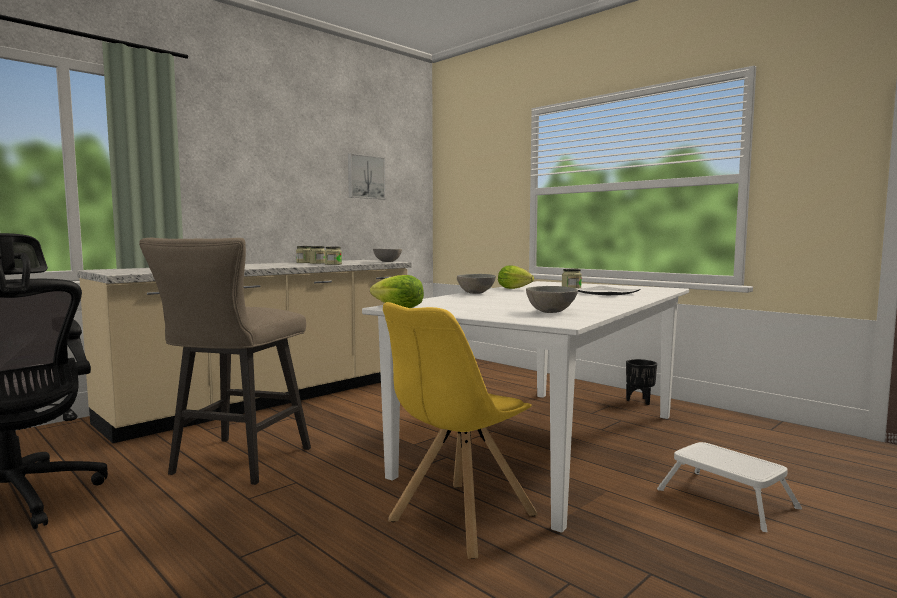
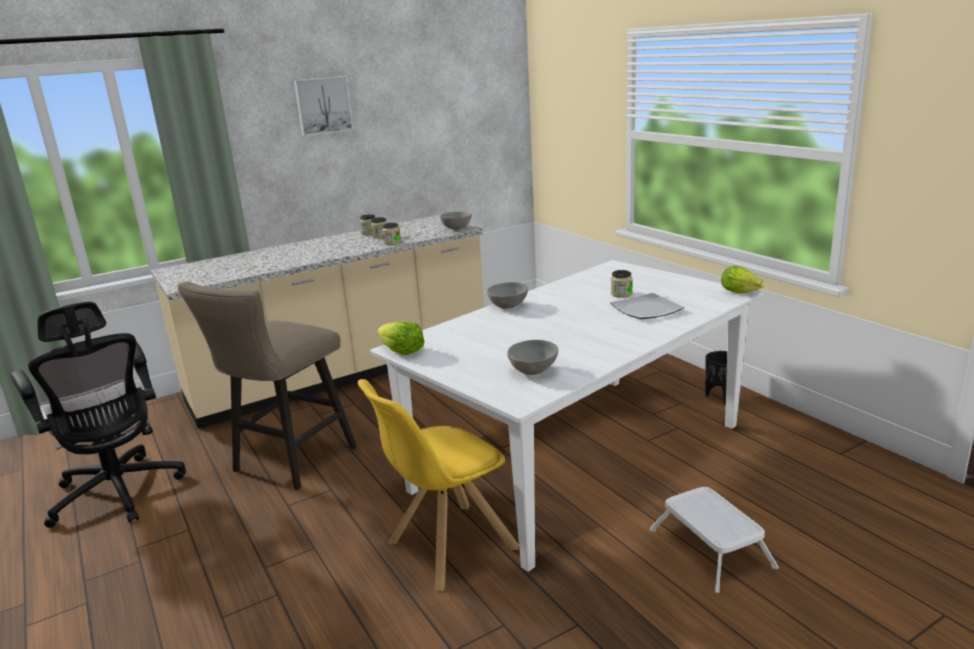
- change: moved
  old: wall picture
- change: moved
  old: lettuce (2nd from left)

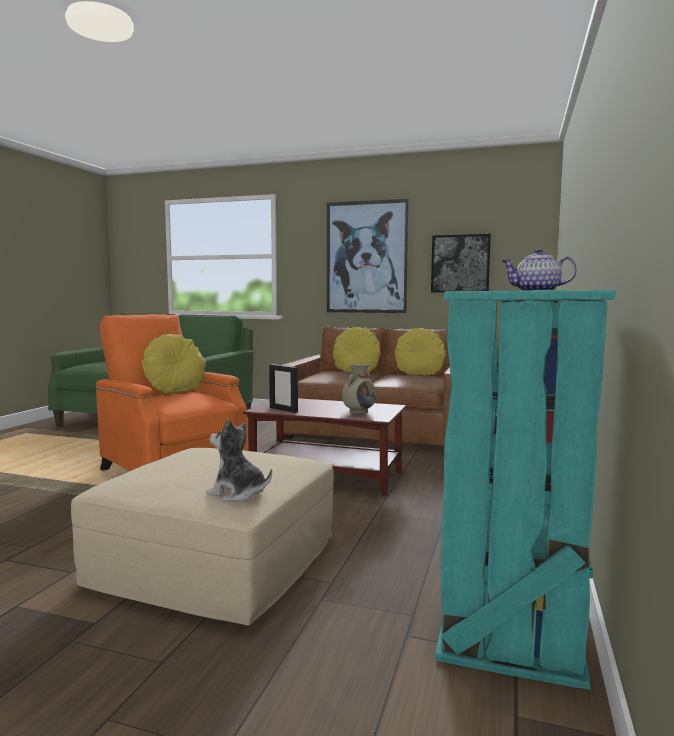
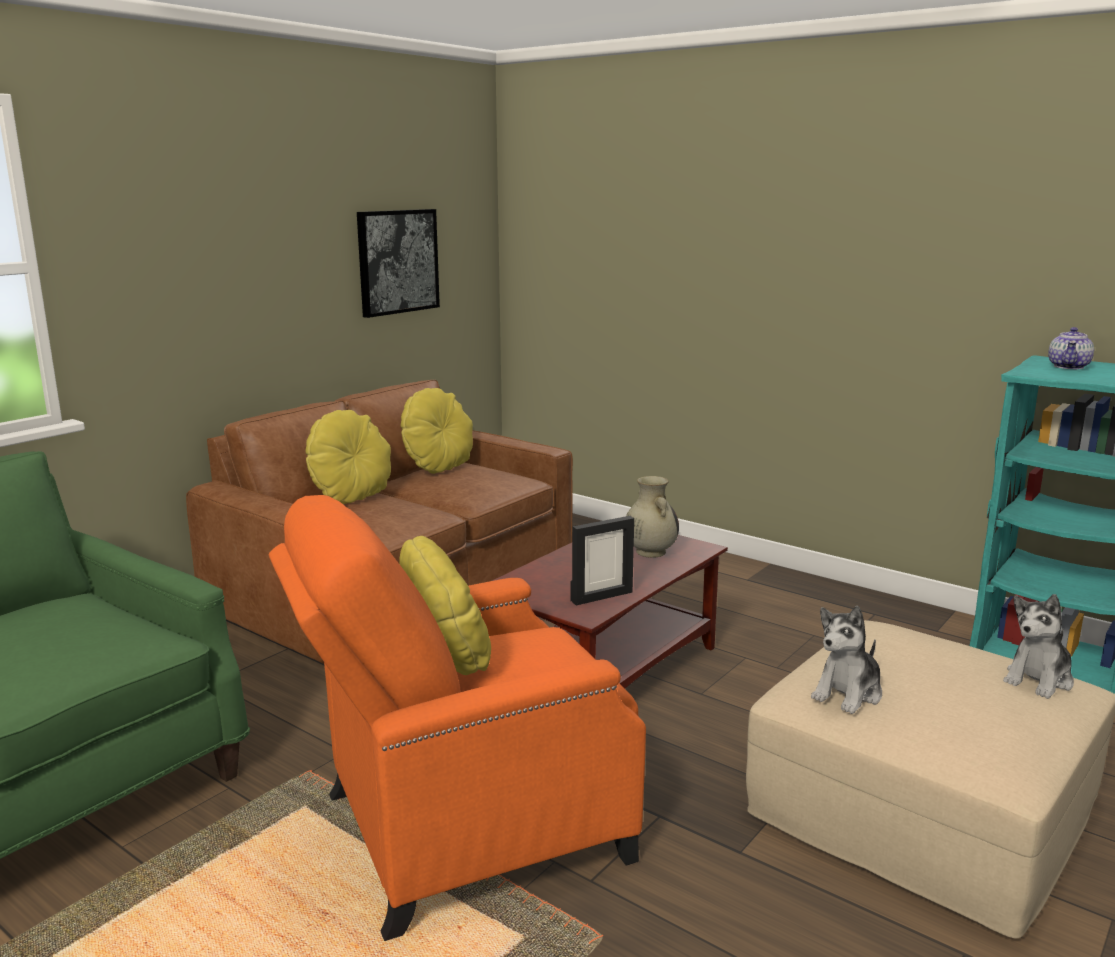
- change: added
  new: cuddly toy (1st from left)
- change: removed
  old: wall picture (1st from left)

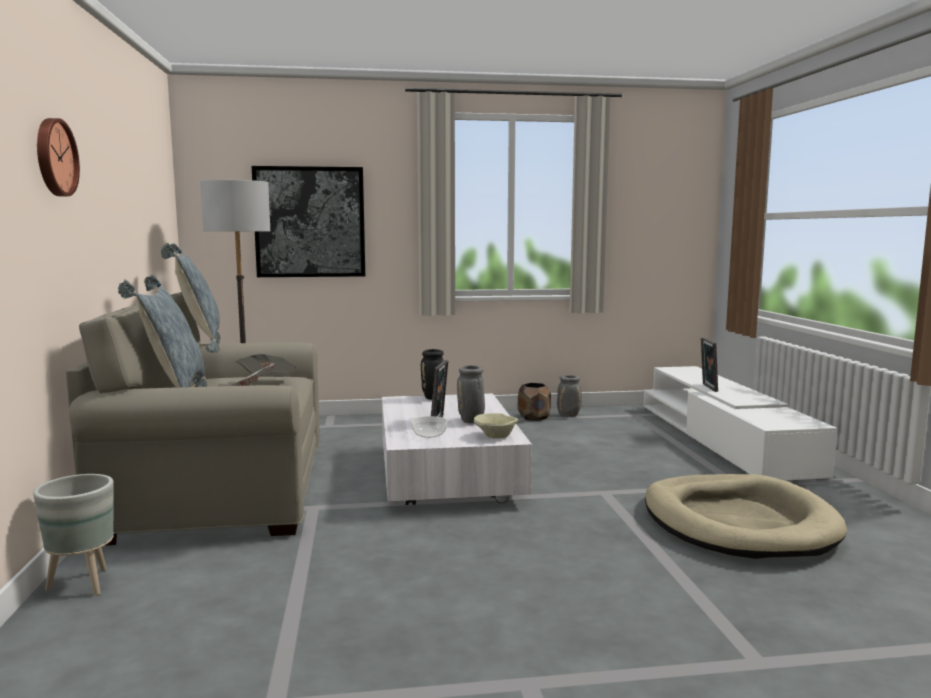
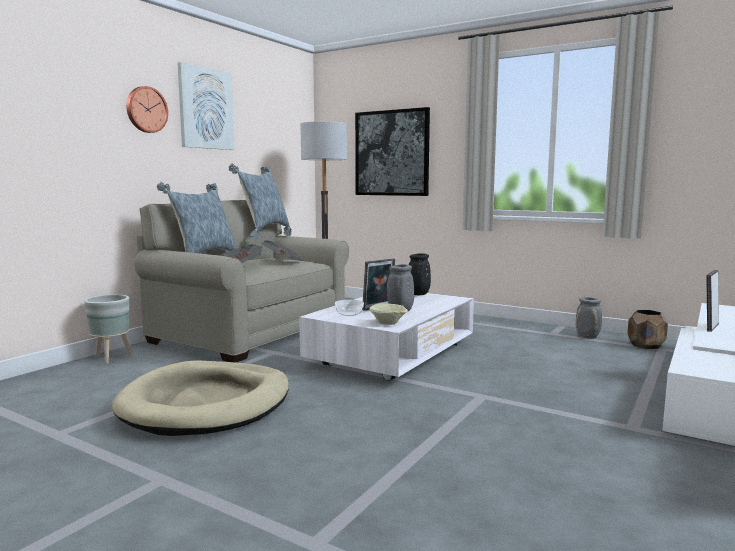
- change: moved
  old: sand-coloured dog bed
- change: added
  new: wall picture (1st from left)
- change: moved
  old: brown planter

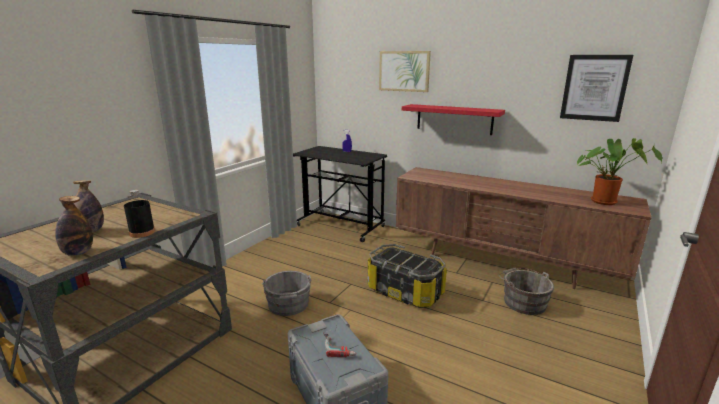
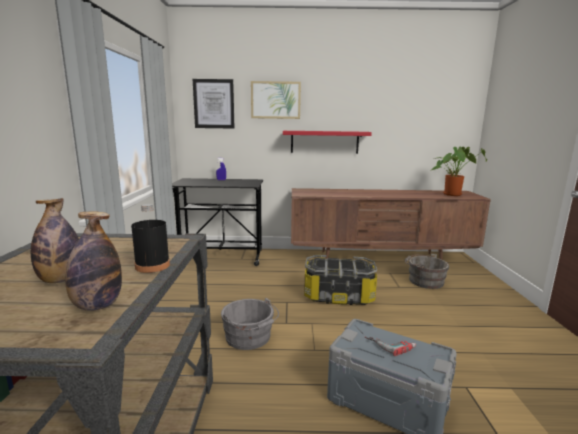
- change: moved
  old: wall picture (2nd from left in the first image)
  new: wall picture (1st from left)

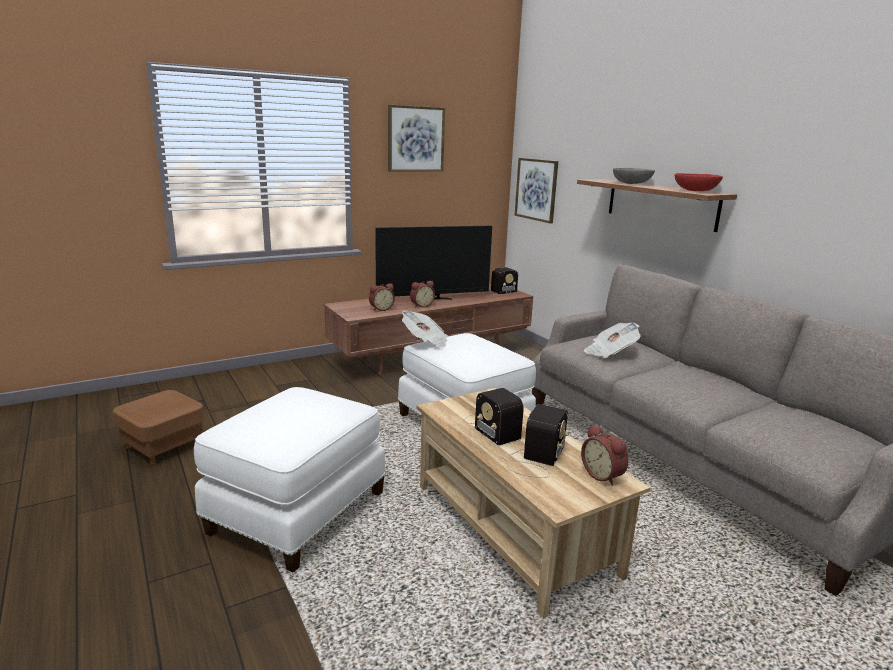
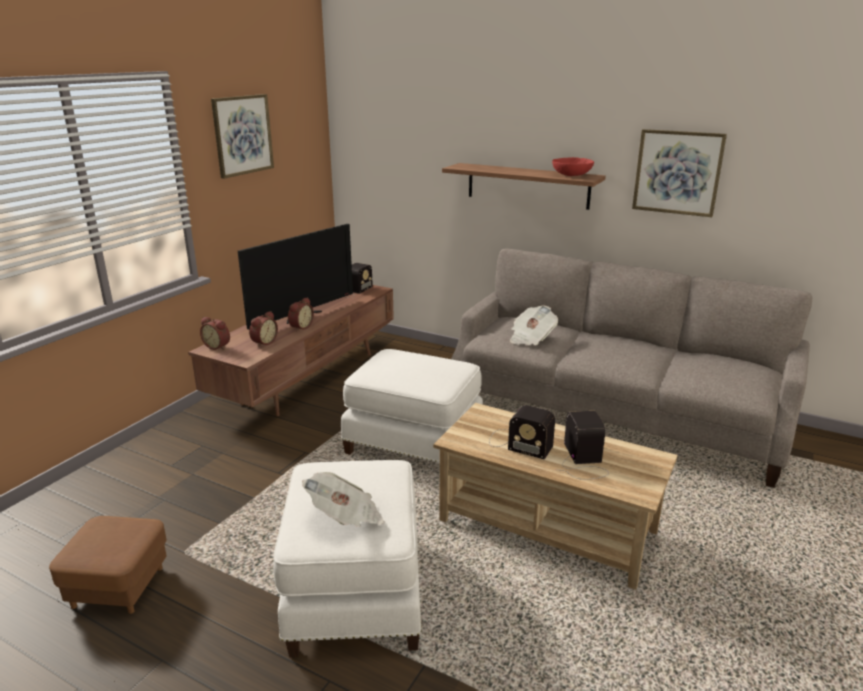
- change: moved
  old: bedside clock (3rd from left in the first image)
  new: bedside clock (1st from left)
- change: moved
  old: newspaper (1st from left)
- change: moved
  old: wall picture (2nd from left)
- change: removed
  old: grey bowl

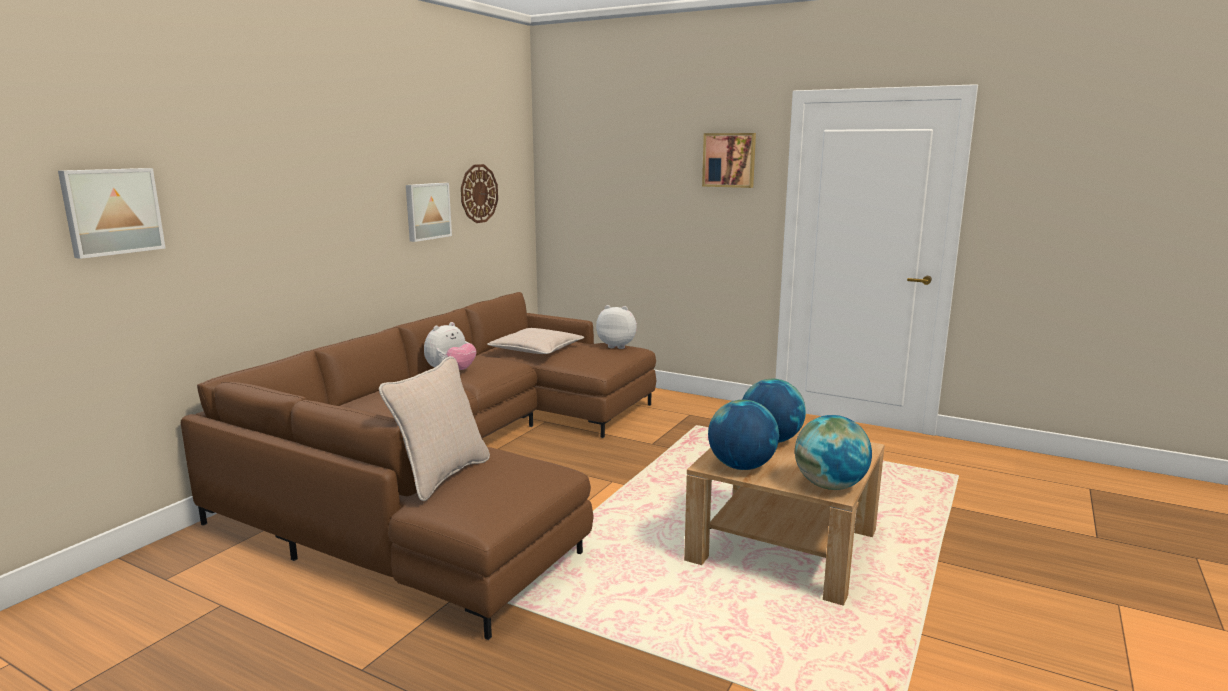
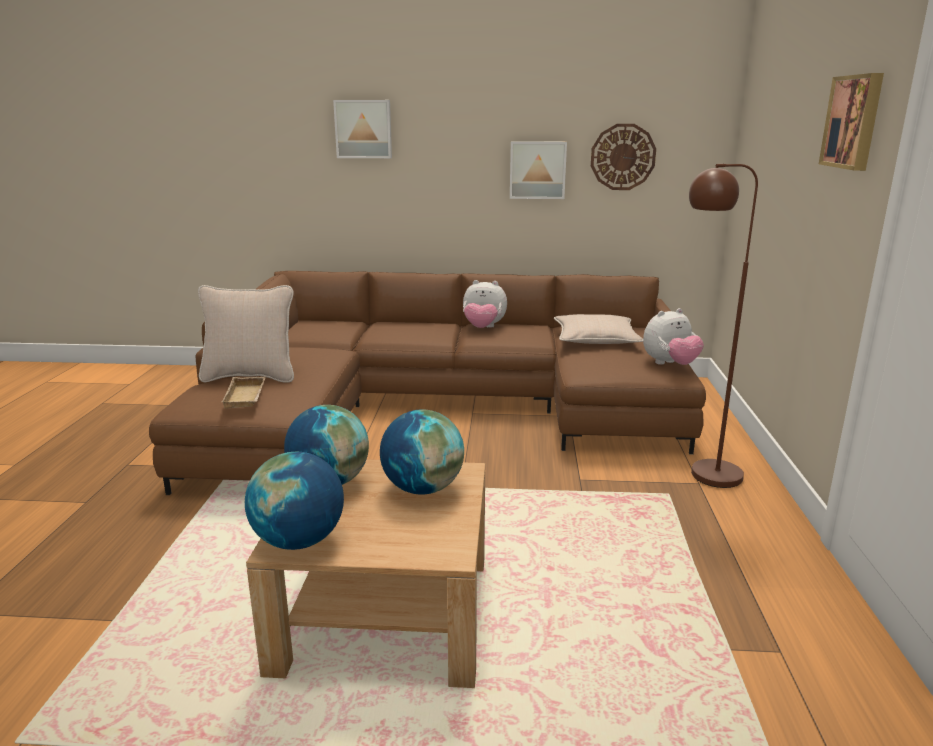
- change: added
  new: sand-coloured serving tray
- change: moved
  old: wall picture (1st from left)
- change: turned
  old: cuddly toy (2nd from left)
  degrees: 75
- change: added
  new: brown floor lamp

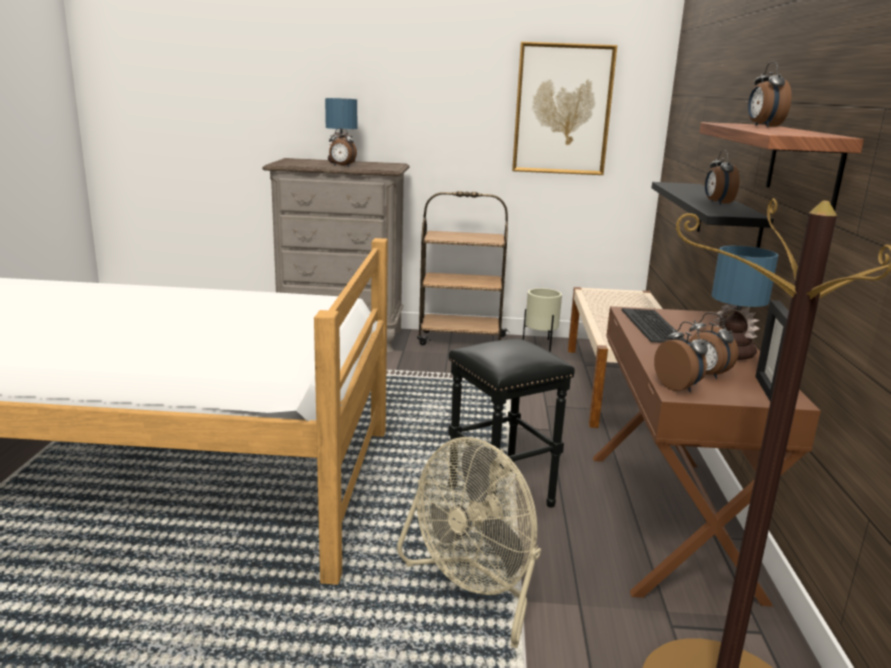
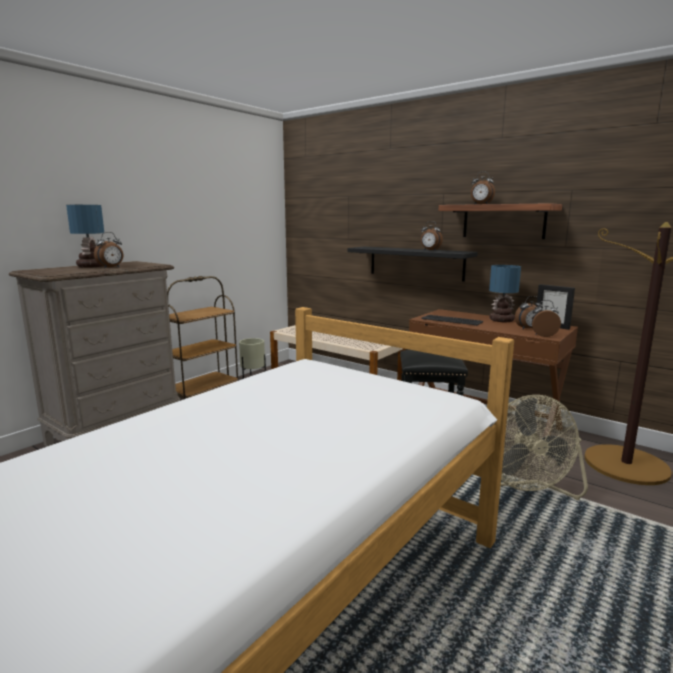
- change: removed
  old: wall picture

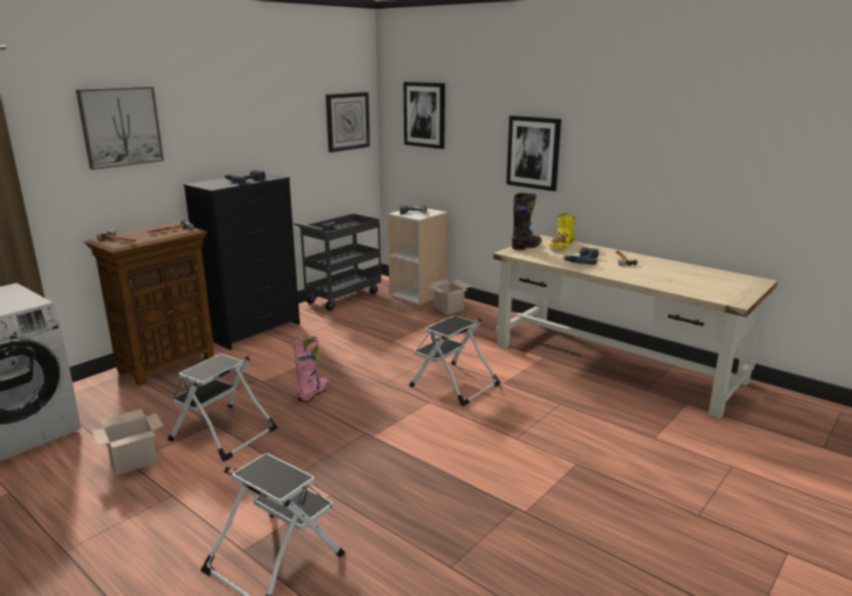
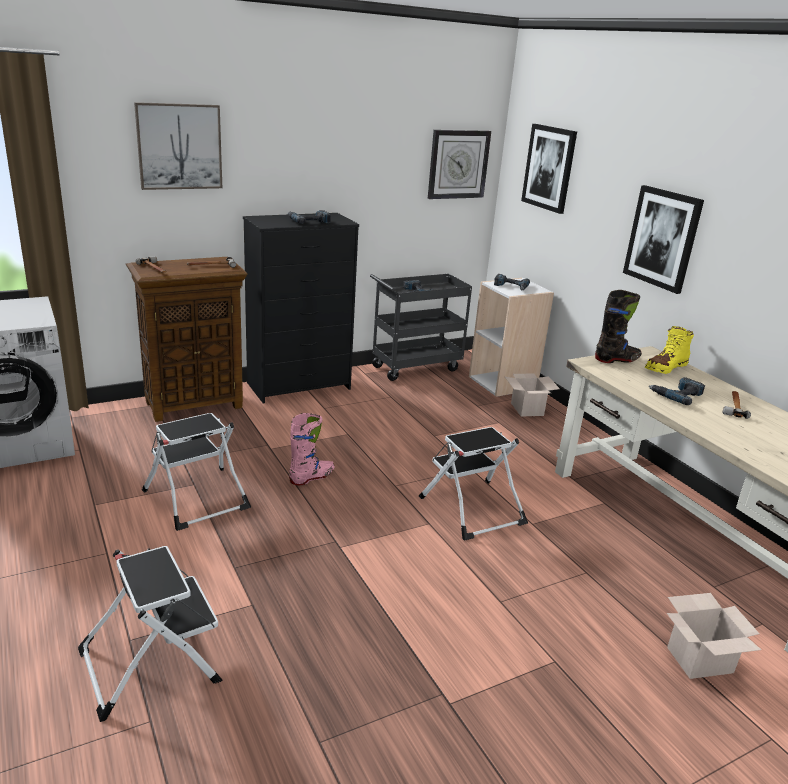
- change: moved
  old: cardboard box (1st from left in the first image)
  new: cardboard box (2nd from left)

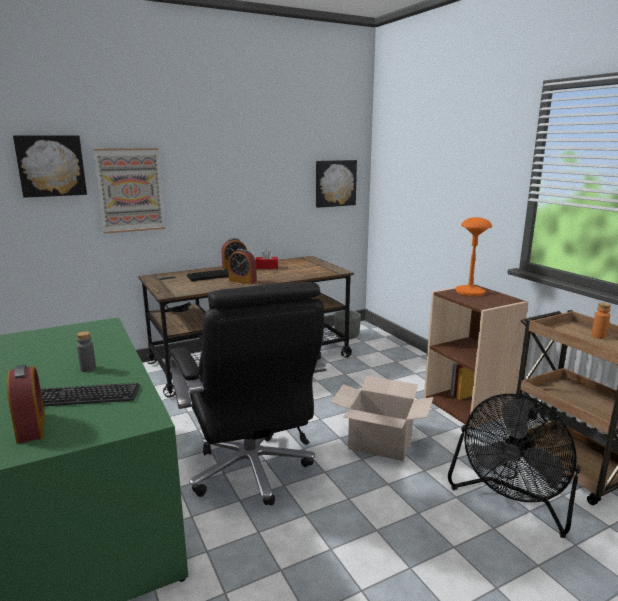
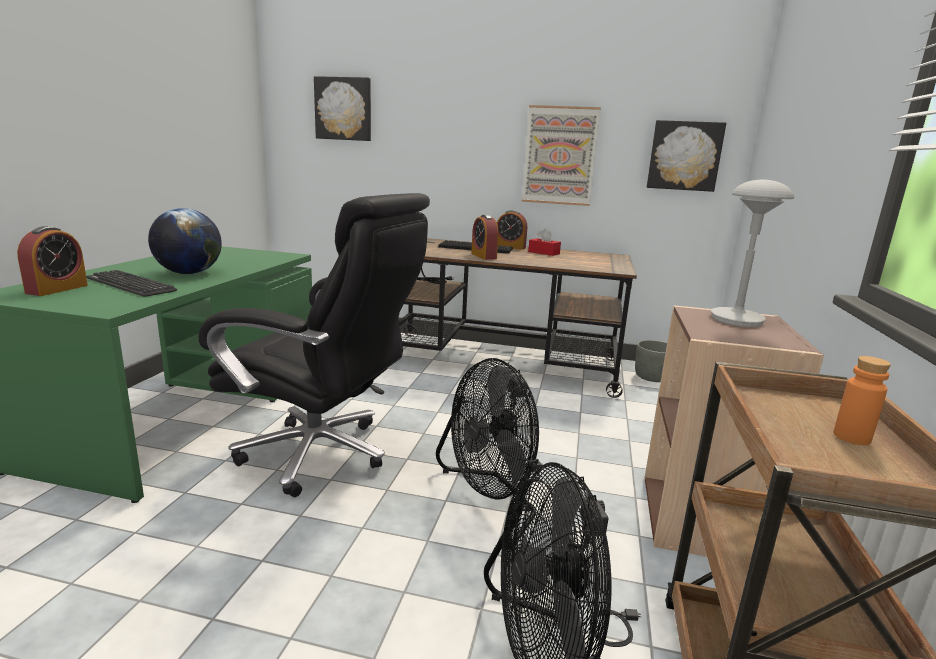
- change: replaced
  old: grey beverage bottle
  new: desk globe
- change: turned
  old: blackish desk chair
  degrees: -90
- change: replaced
  old: cardboard box
  new: blackish electric fan (1st from left)
- change: moved
  old: wall picture (2nd from left)
- change: recoloured
  old: orange table lamp
  new: grey table lamp

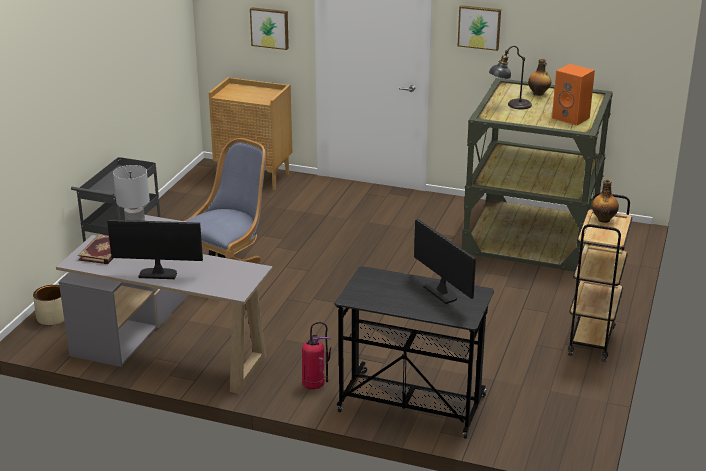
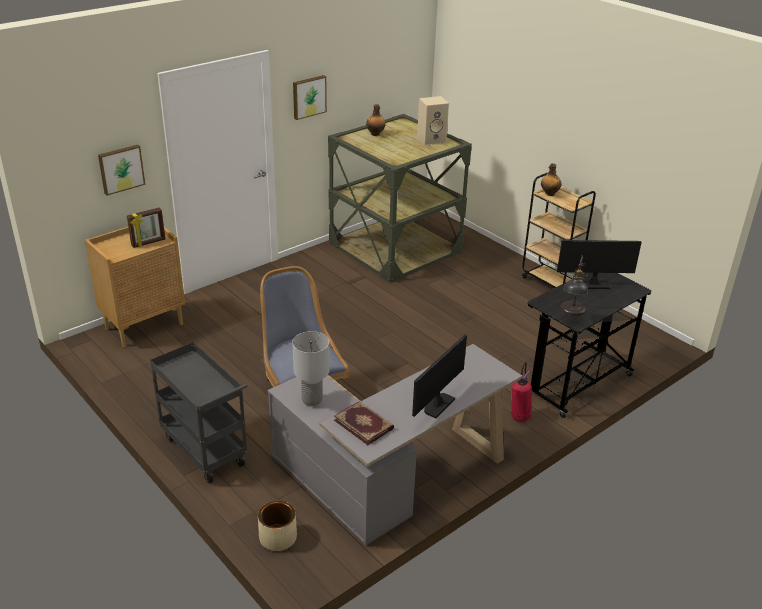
- change: added
  new: standing frame
- change: recoloured
  old: orange loudspeaker
  new: sand-coloured loudspeaker
- change: moved
  old: grey table lamp (2nd from left)

